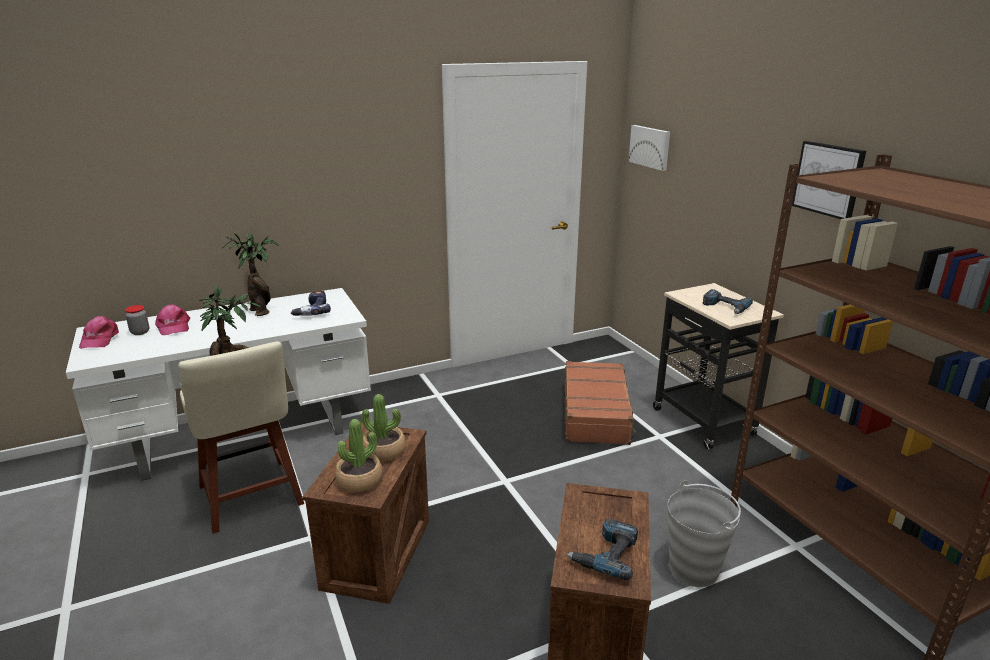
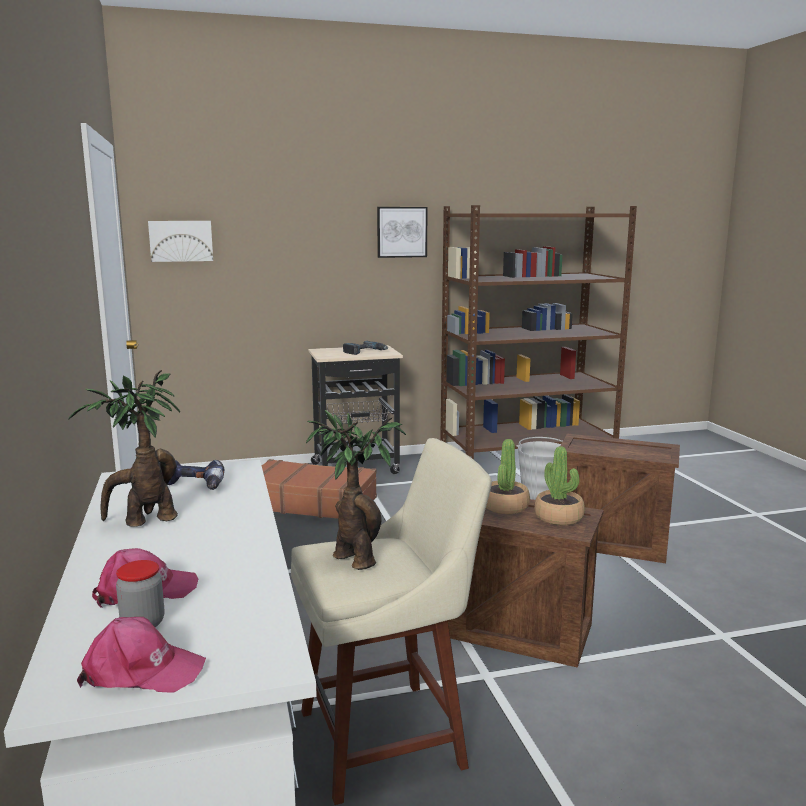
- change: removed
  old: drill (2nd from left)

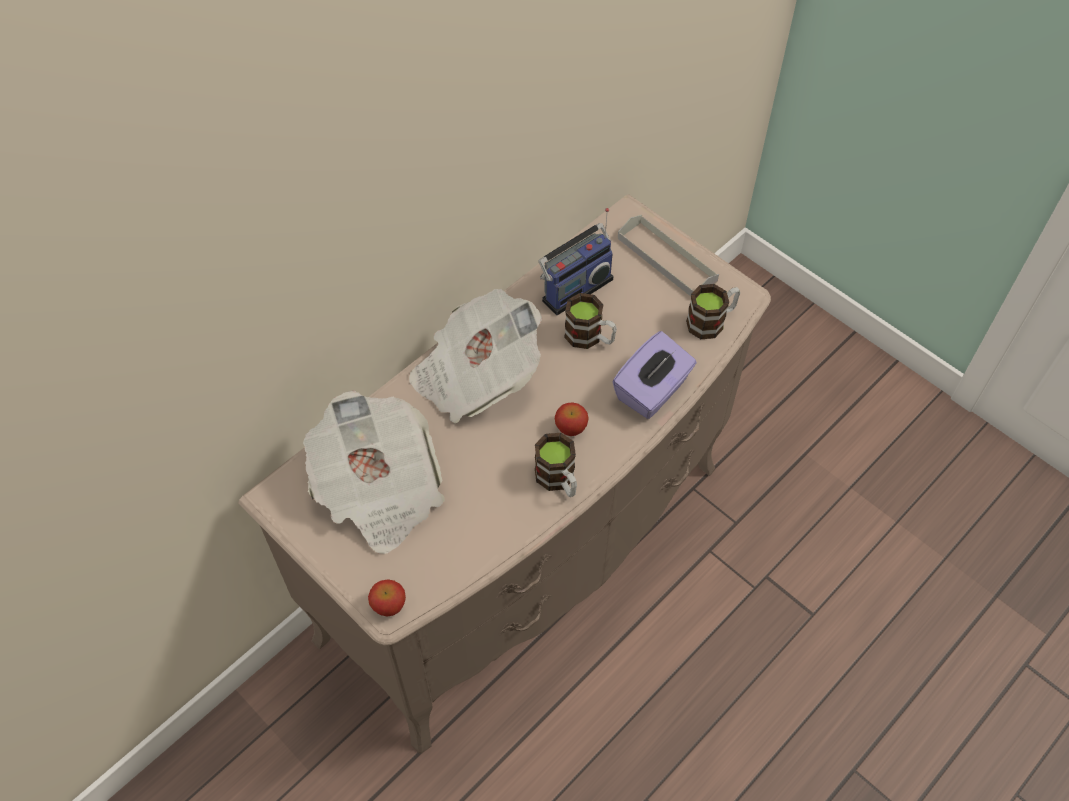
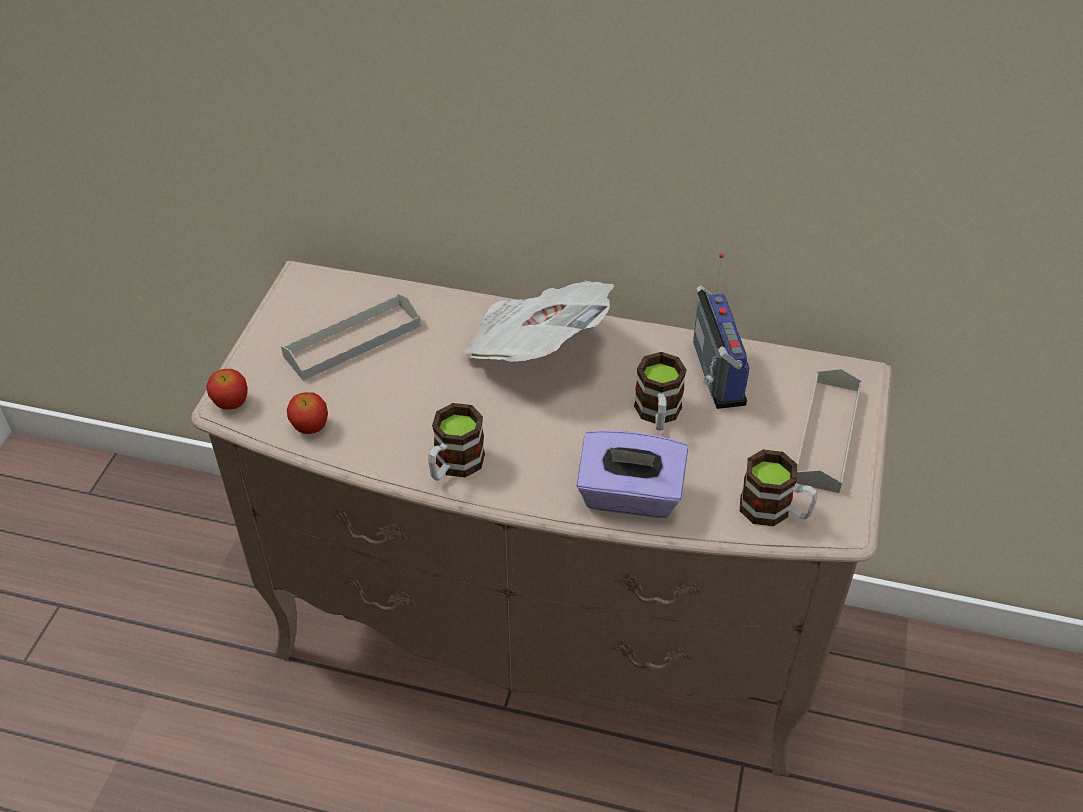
- change: replaced
  old: newspaper (1st from left)
  new: grey serving tray (1st from left)
- change: moved
  old: apple (2nd from left)
- change: turned
  old: radio receiver
  degrees: -120

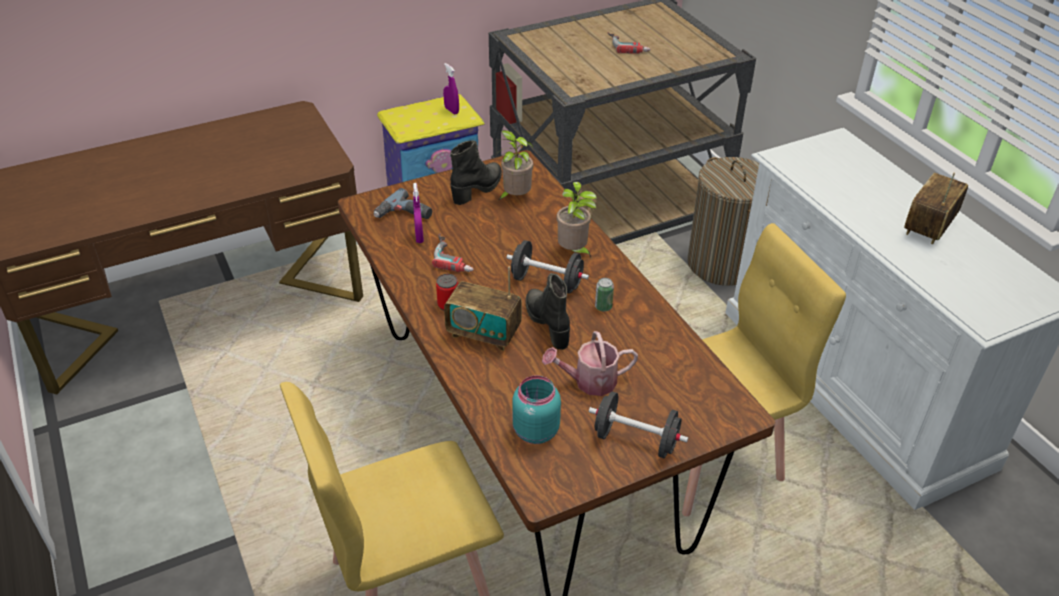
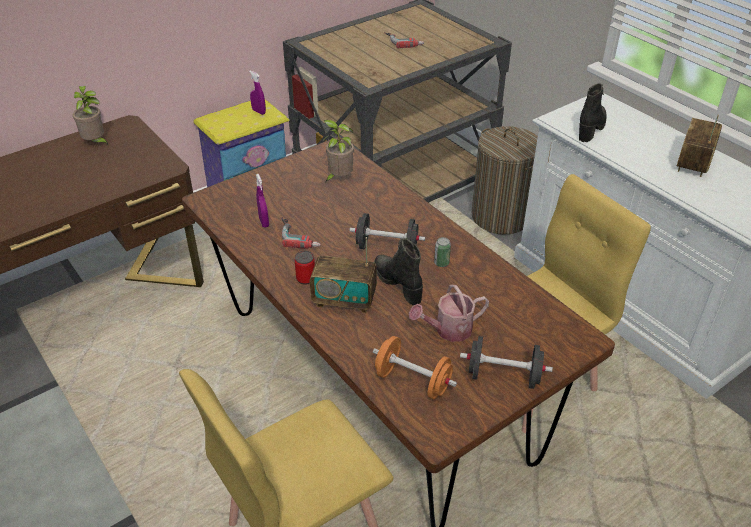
- change: moved
  old: potted plant (2nd from left in the first image)
  new: potted plant (1st from left)
- change: replaced
  old: turquoise-coloured preserve jar
  new: orange free weight
- change: moved
  old: blackish high-top boot (1st from left in the first image)
  new: blackish high-top boot (2nd from left)
- change: removed
  old: drill (1st from left)

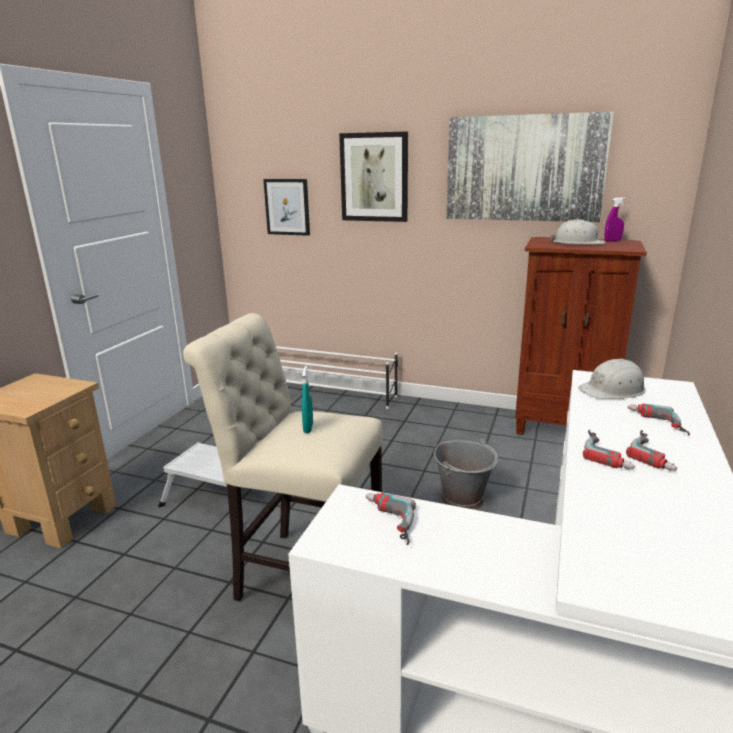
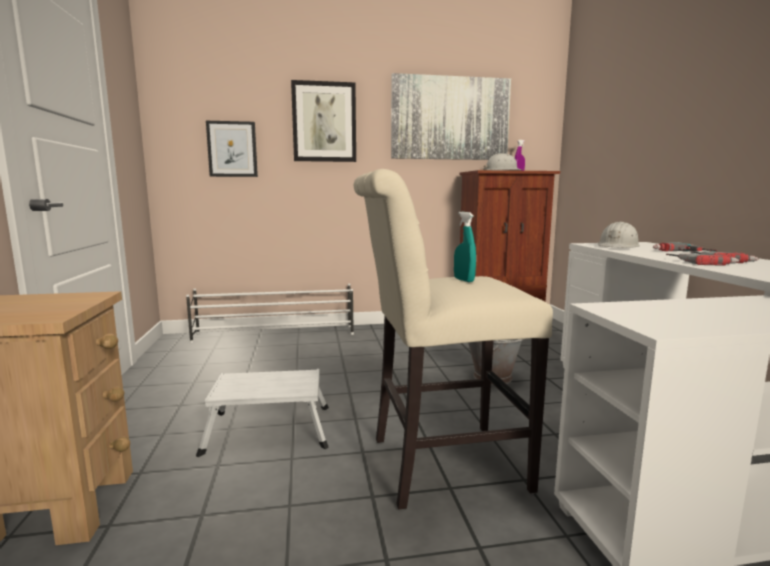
- change: removed
  old: drill (1st from left)

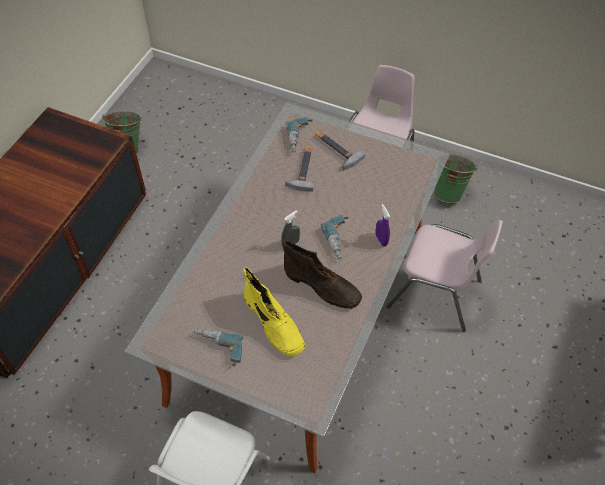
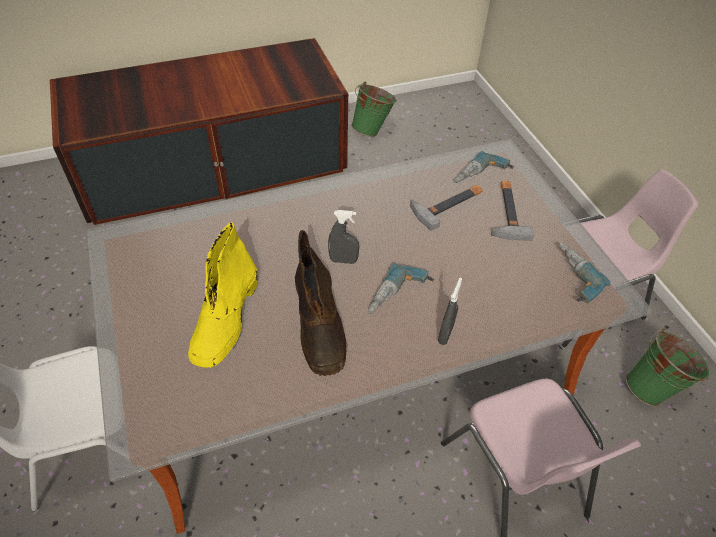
- change: recoloured
  old: purple-coloured hand sprayer
  new: grey hand sprayer (2nd from left)
- change: moved
  old: drill (1st from left in the first image)
  new: drill (3rd from left)

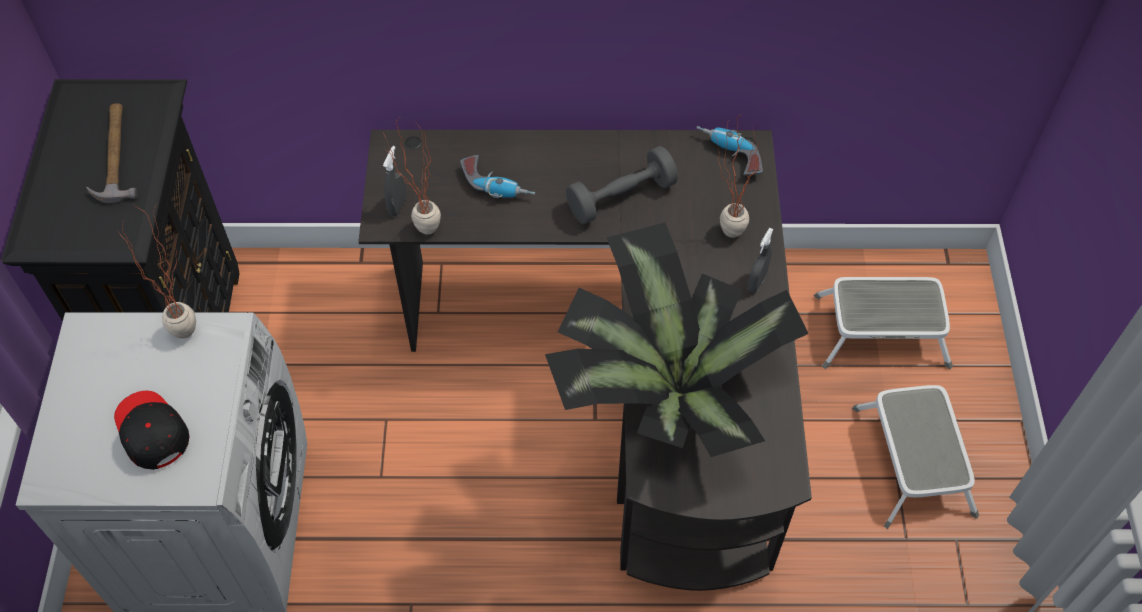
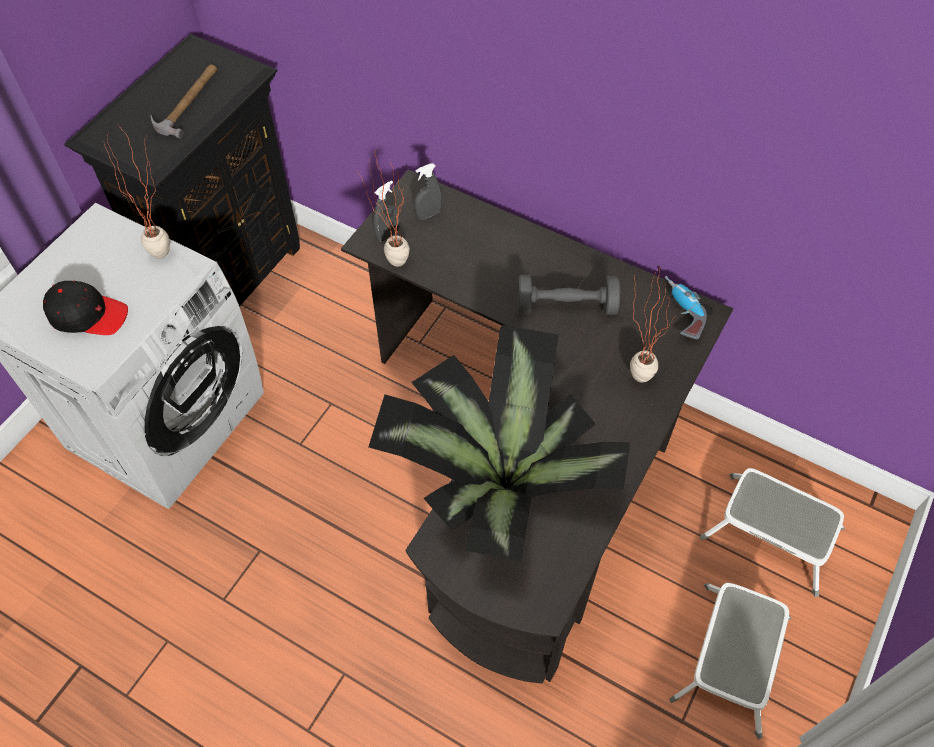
- change: turned
  old: blackish baseball cap
  degrees: 105
- change: moved
  old: grey hand sprayer (2nd from left)
- change: removed
  old: drill (1st from left)

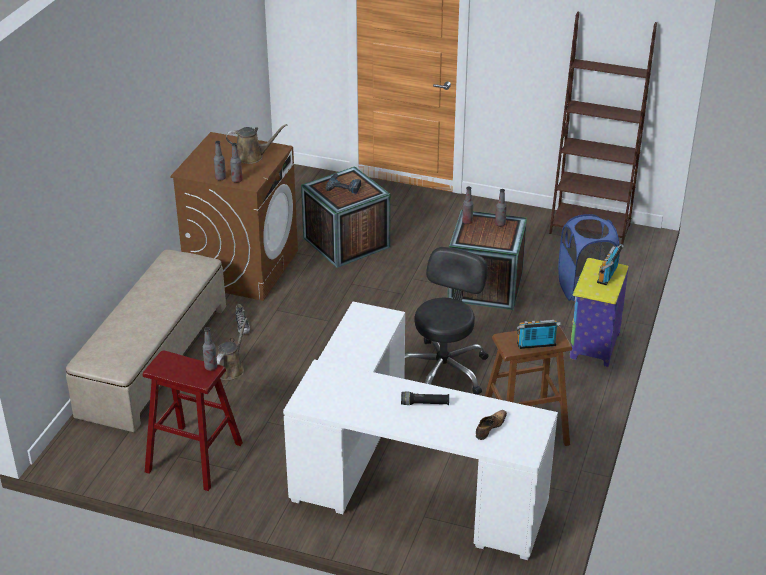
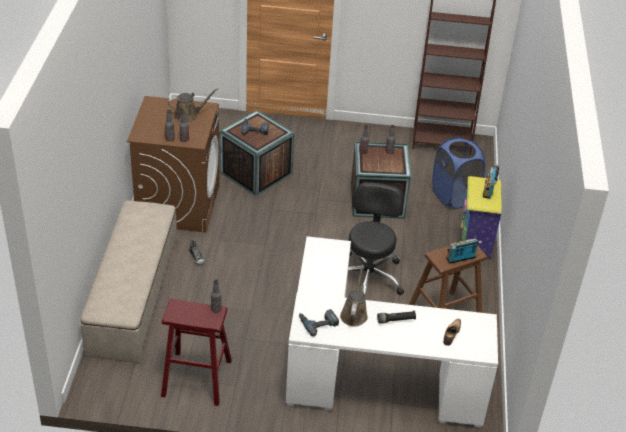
- change: added
  new: drill (2nd from left)
- change: moved
  old: brown sprinkling can (1st from left in the first image)
  new: brown sprinkling can (2nd from left)

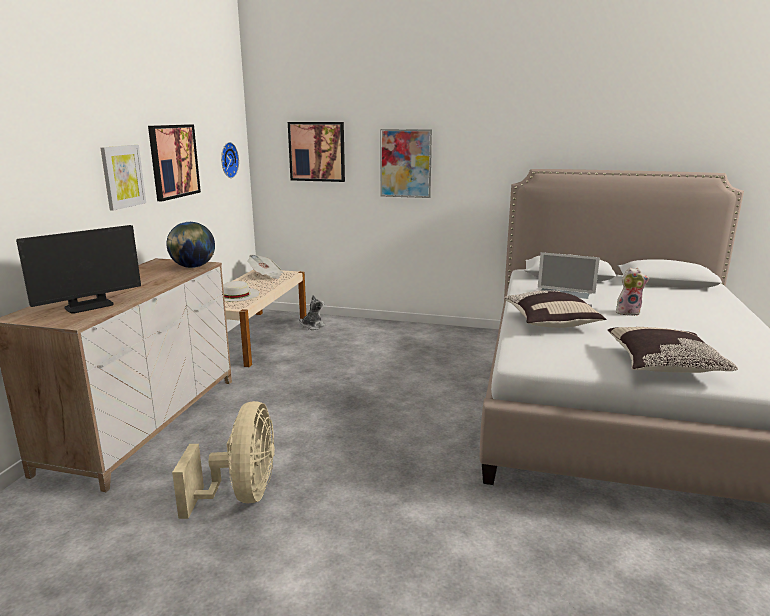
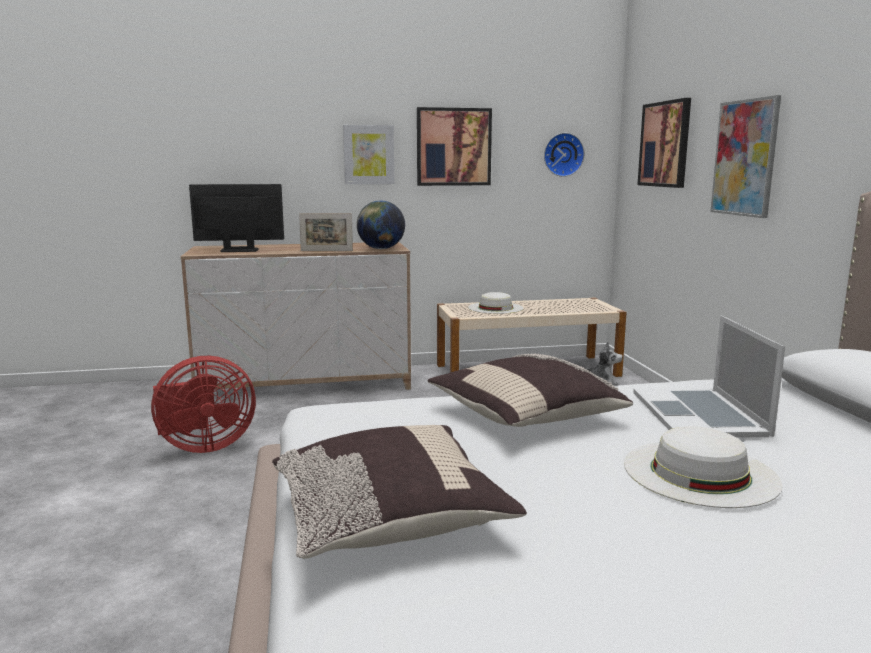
- change: recoloured
  old: sand-coloured electric fan
  new: red-coloured electric fan
- change: turned
  old: monitor
  degrees: 150
- change: added
  new: standing frame
- change: replaced
  old: cuddly toy (2nd from left)
  new: whitish wearable hat (2nd from left)
- change: removed
  old: newspaper

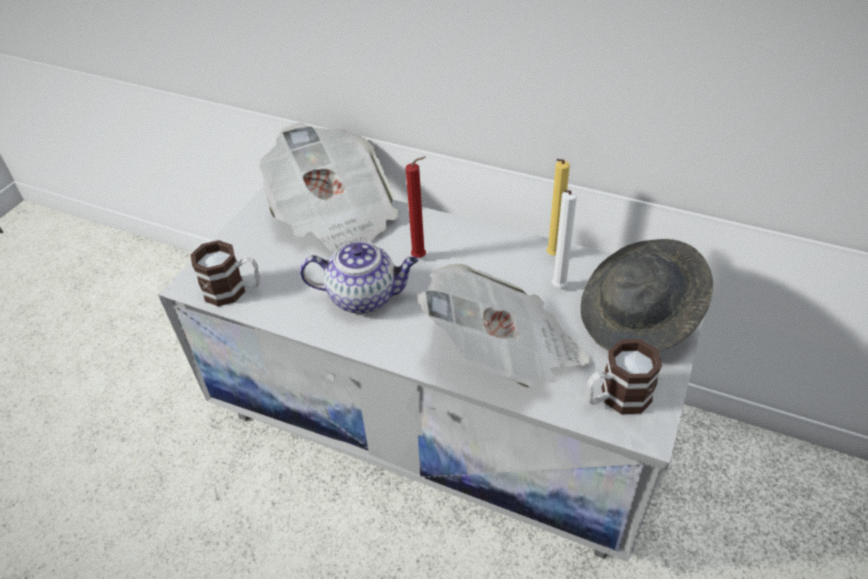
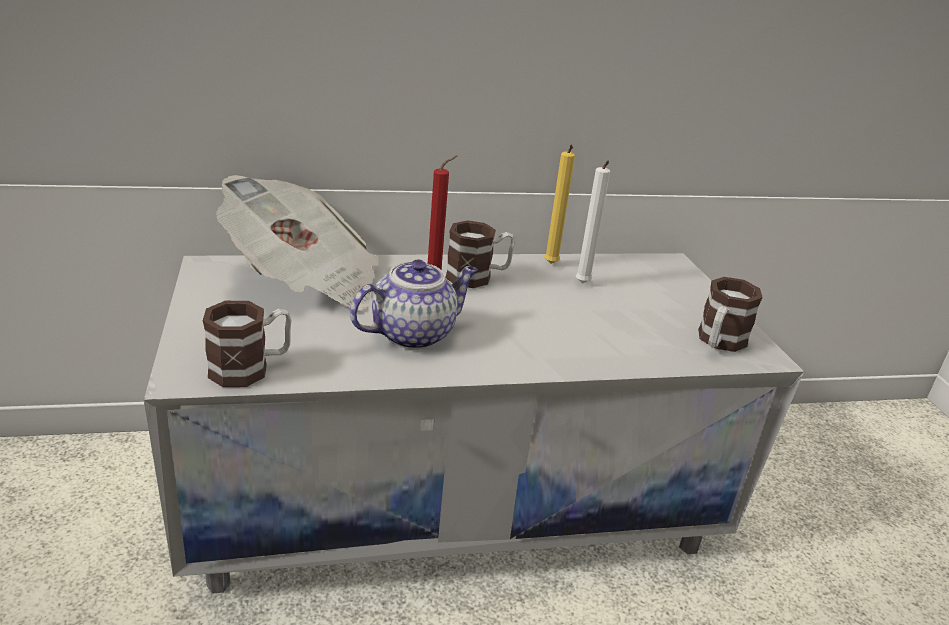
- change: added
  new: tea mug (2nd from left)
- change: removed
  old: newspaper (2nd from left)
- change: removed
  old: grey wearable hat

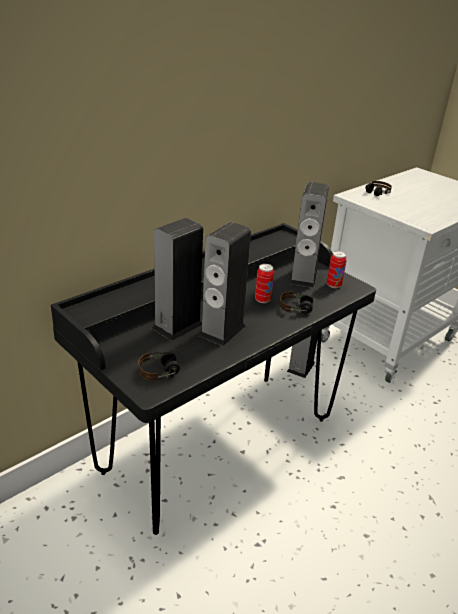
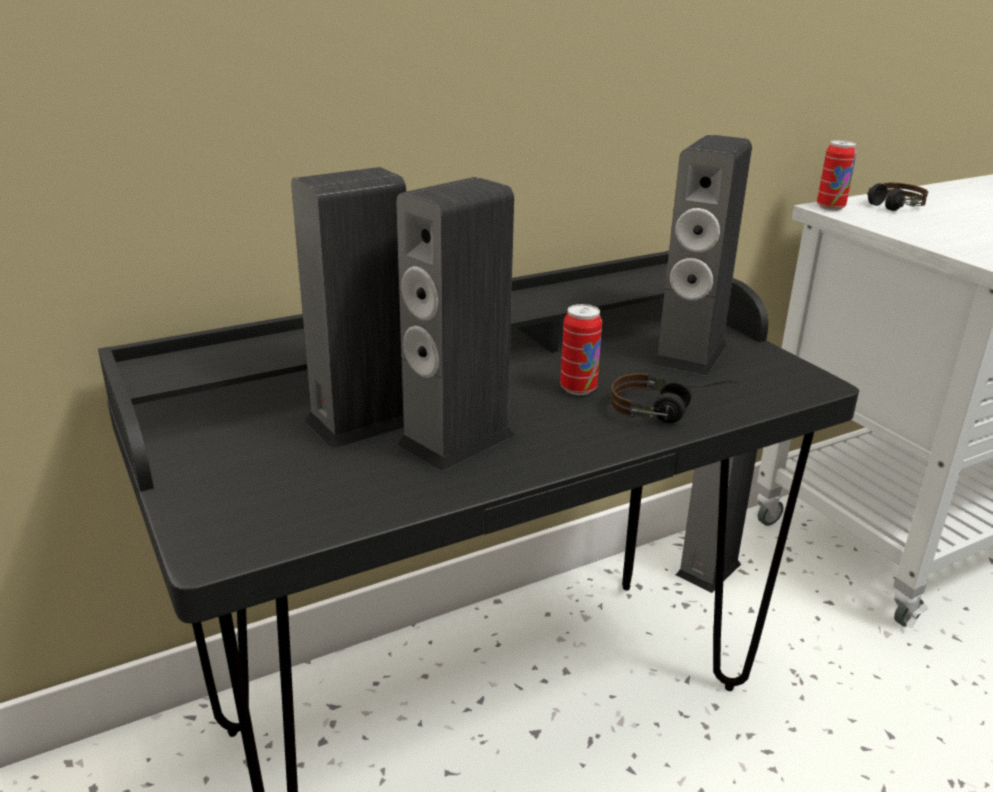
- change: moved
  old: can (2nd from left)
- change: removed
  old: pair of headphones (1st from left)

